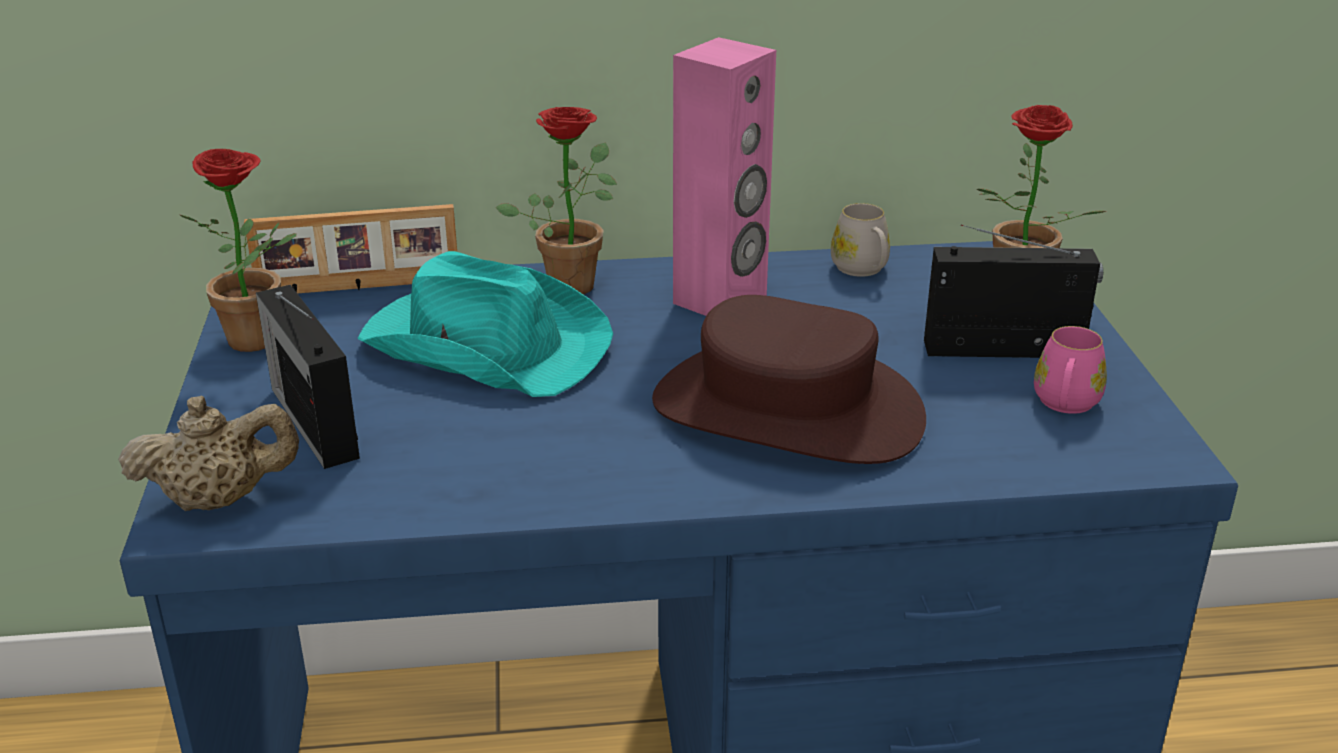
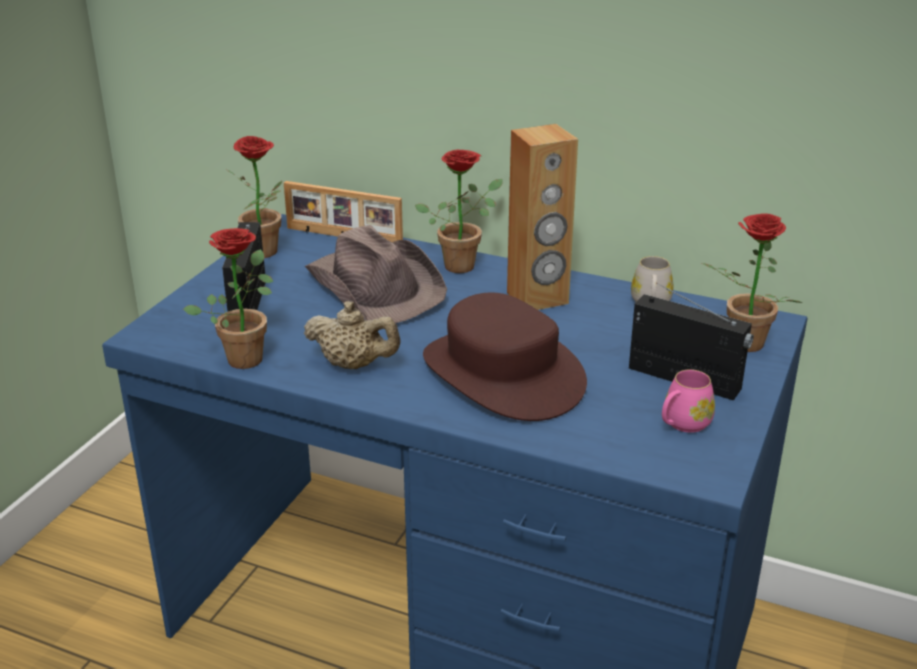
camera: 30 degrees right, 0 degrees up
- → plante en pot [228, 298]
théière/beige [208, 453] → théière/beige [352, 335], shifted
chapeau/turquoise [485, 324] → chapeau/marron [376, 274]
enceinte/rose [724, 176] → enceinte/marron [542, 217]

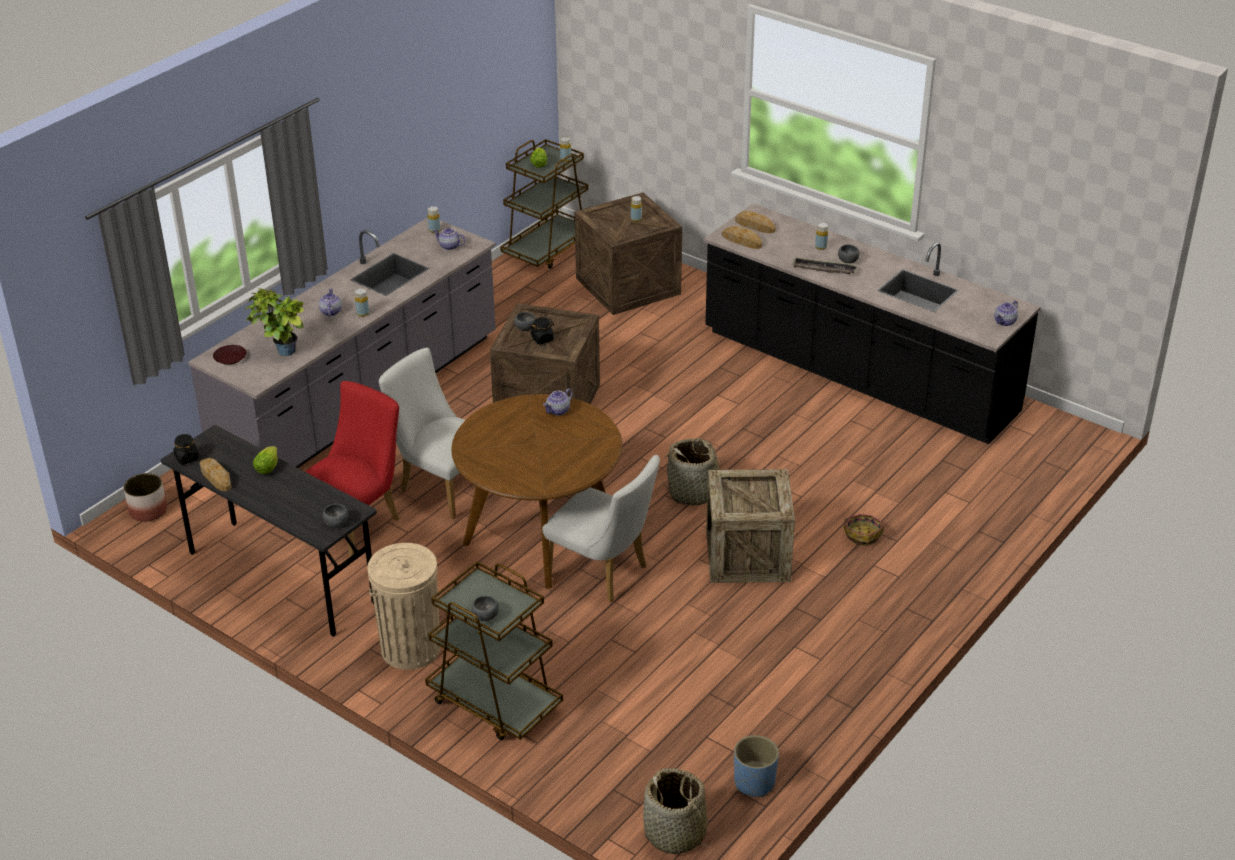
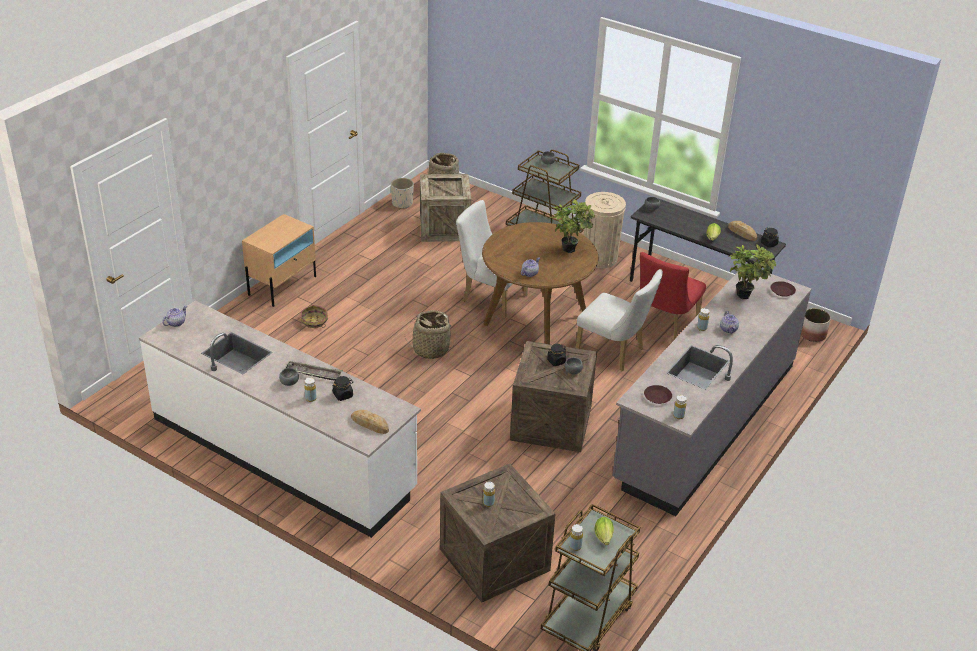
camera: 175 degrees right, 0 degrees up
pain [742, 237] → -
- → table de chevet/beige [279, 260]
- → bocal/noir [343, 388]
- → plante en pot [571, 226]
caisse [750, 526] → caisse [445, 208], shifted
théière [449, 239] → assiette/marron [658, 394]
comptoir de cuisine/noir [872, 324] → comptoir de cuisine/blanc [280, 419]
cache-pot/bleu [756, 766] → cache-pot/beige [402, 193]

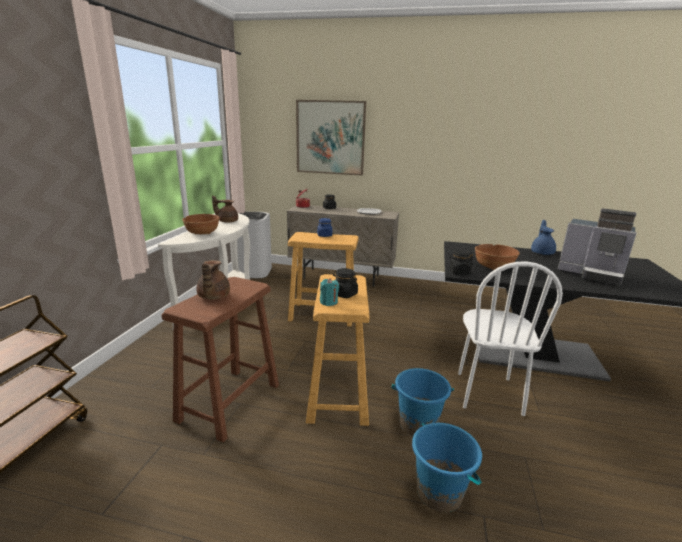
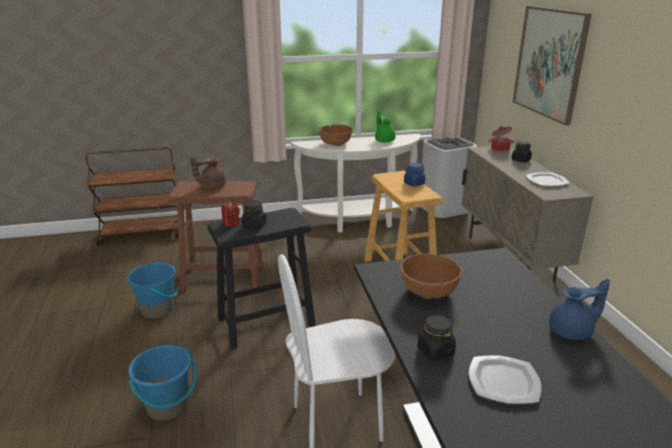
camera: 65 degrees right, 5 degrees up
seau/bleu [423, 402] → seau/bleu [152, 290], shifted
bocal/noir [461, 262] → bocal/noir [436, 338], shifted
machine à café [597, 247] → assiette [505, 379]
théière/marron [225, 209] → théière/vert [385, 126]
tabouret/beige [337, 350] → tabouret/noir [262, 278]
bougie/turquoise [329, 292] → bougie/rouge [230, 214]

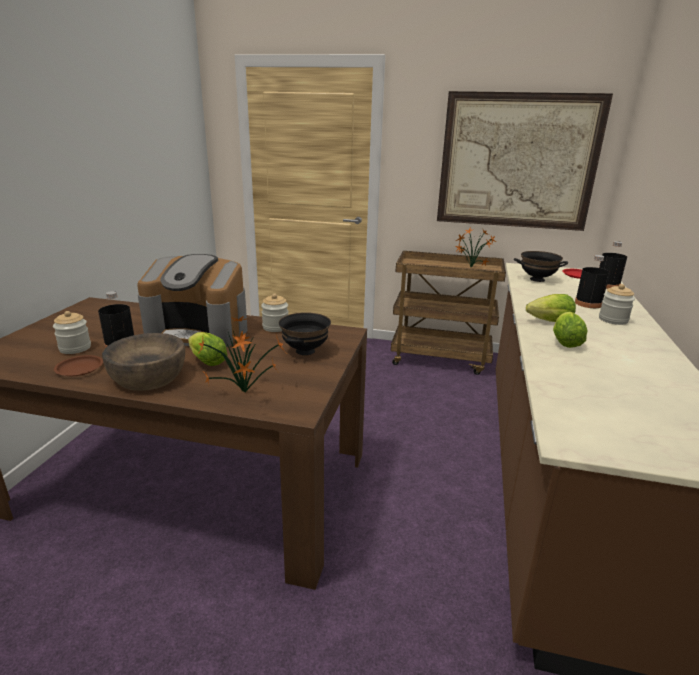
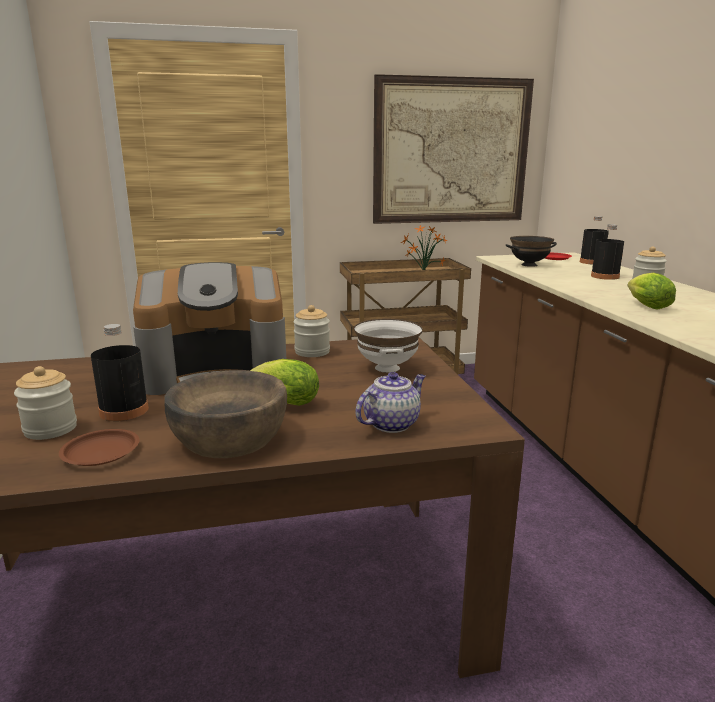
camera: 25 degrees left, 5 degrees down
laitue [551, 308] → -
plante en pot [242, 354] → théière [390, 402]
bol/noir [305, 333] → bol/blanc [388, 346]

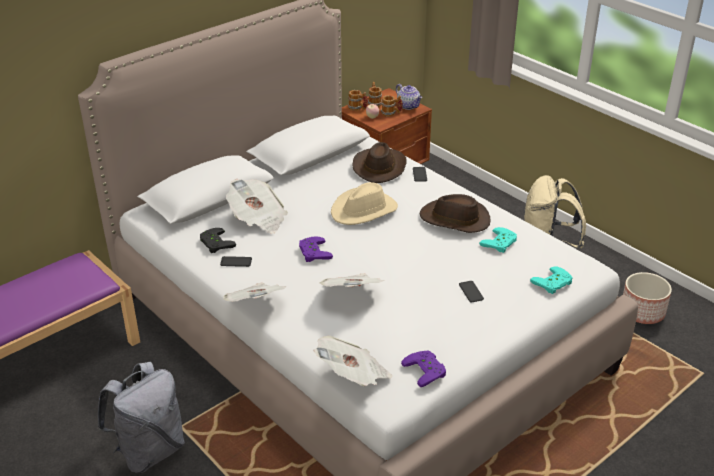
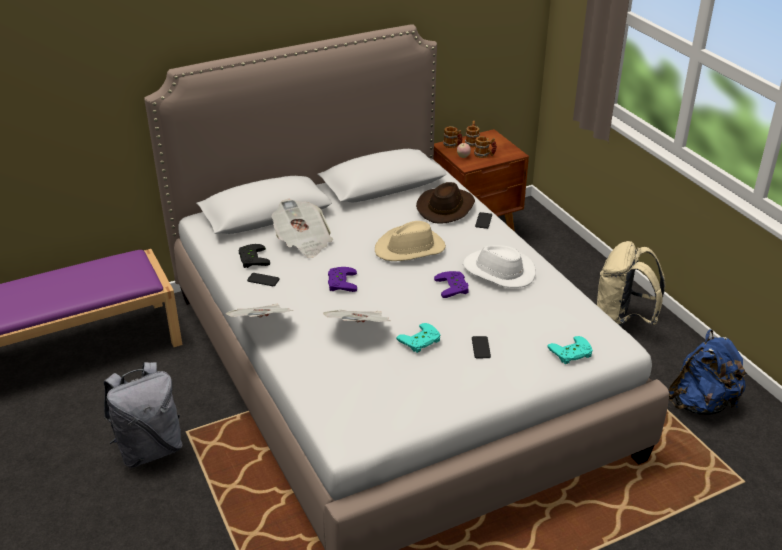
camera: 15 degrees right, 0 degrees up
journal [352, 361] → -
théière [409, 97] → -
manette/violet [423, 368] → manette/violet [451, 284], shifted
manette/turquoise [498, 240] → manette/turquoise [418, 338], shifted
cache-pot [647, 298] → sac à dos/bleu [708, 372]
chapeau/marron [455, 213] → chapeau/blanc [499, 266]

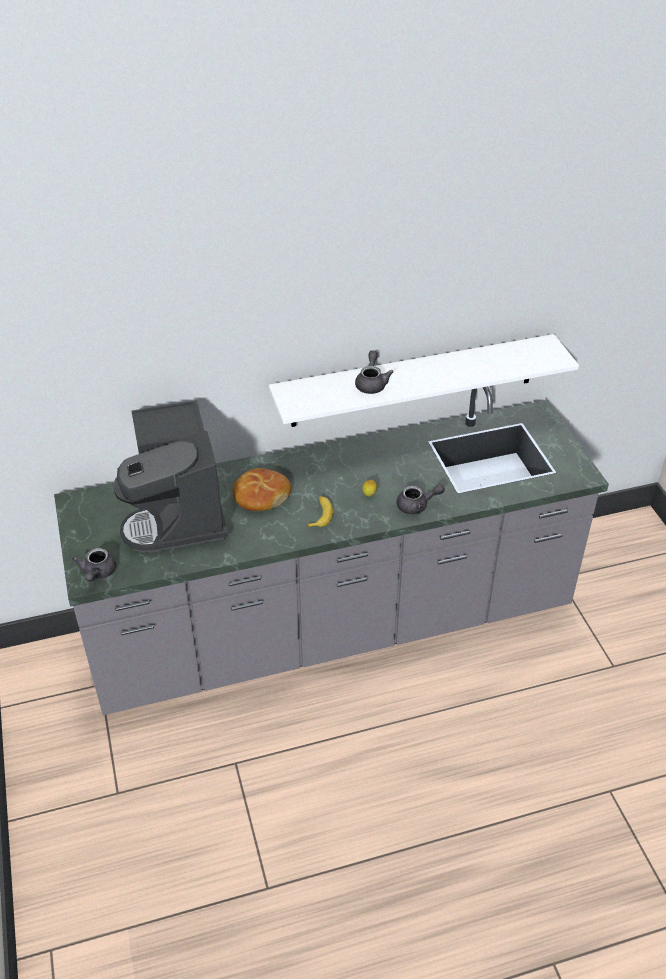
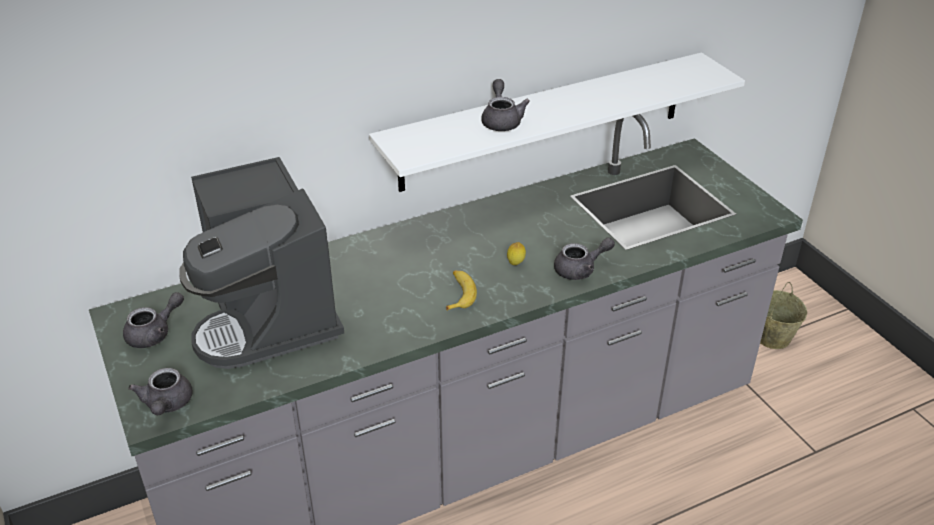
camera: 10 degrees left, 5 degrees down
pain [261, 489] → -
- → théière/gris [153, 320]
- → seau/beige [783, 315]

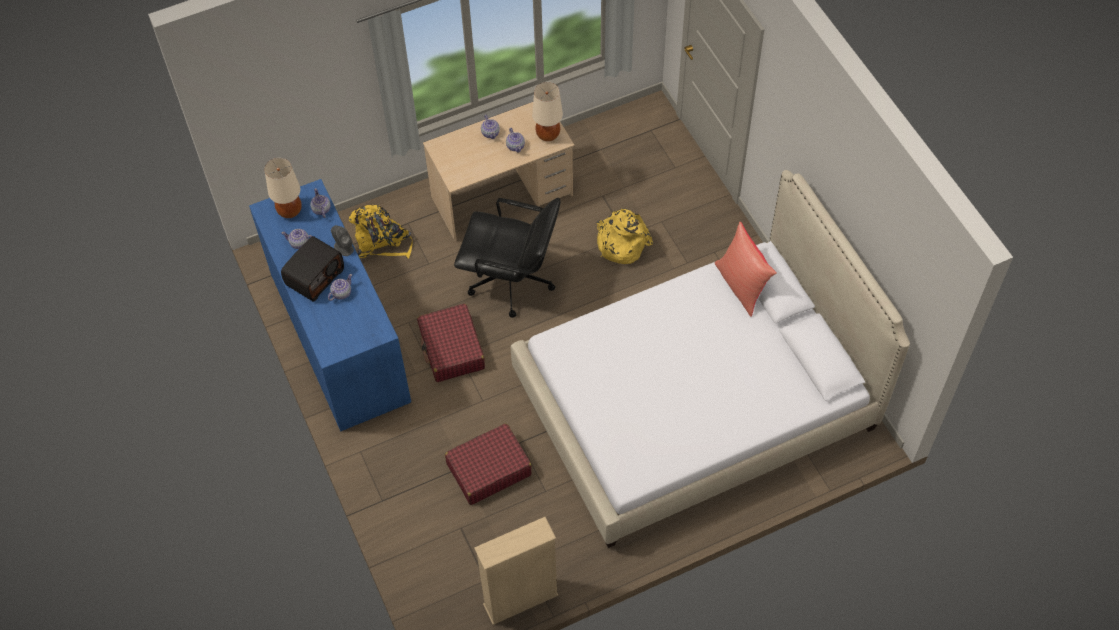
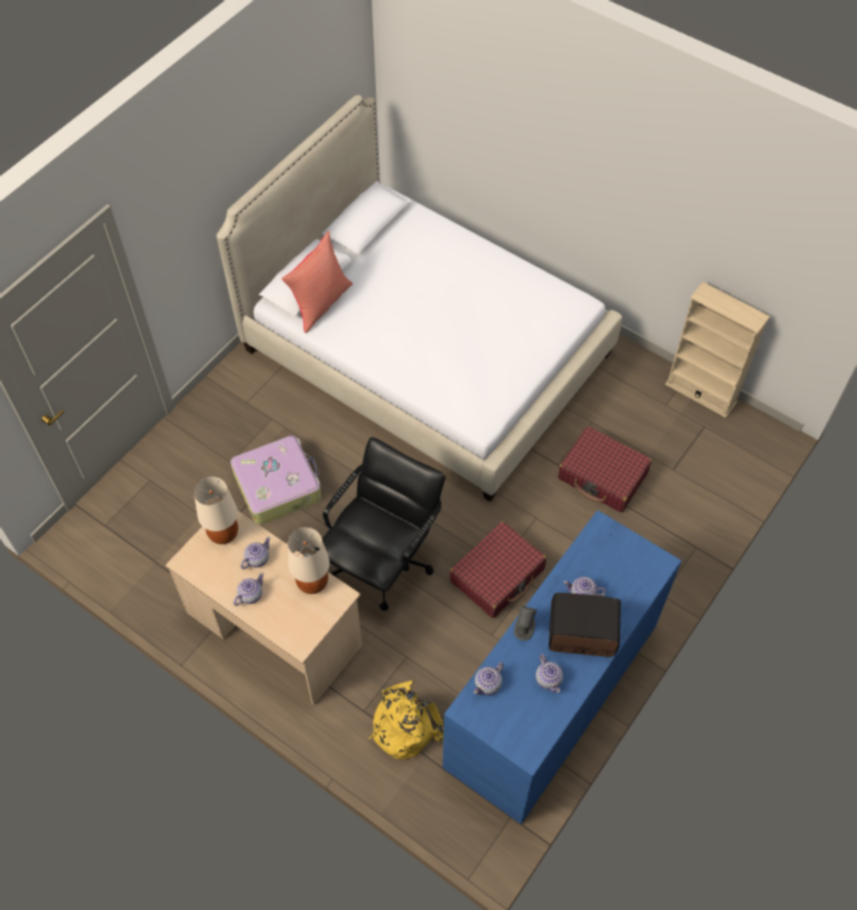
camera: 120 degrees left, 0 degrees up
lampe de table/beige [283, 188] → lampe de table/beige [309, 560], shifted
sac à dos/jaune [625, 236] → valise [275, 480]
chaise de bureau/noir [507, 258] → chaise de bureau/noir [380, 524], 45 degrees clockwise

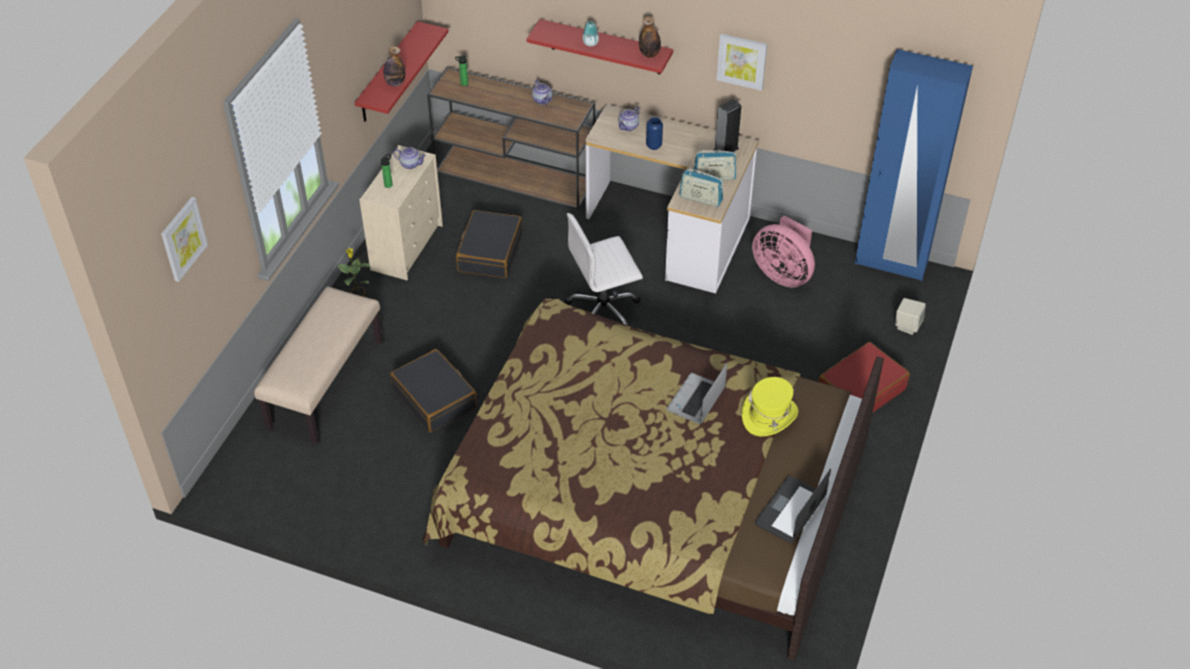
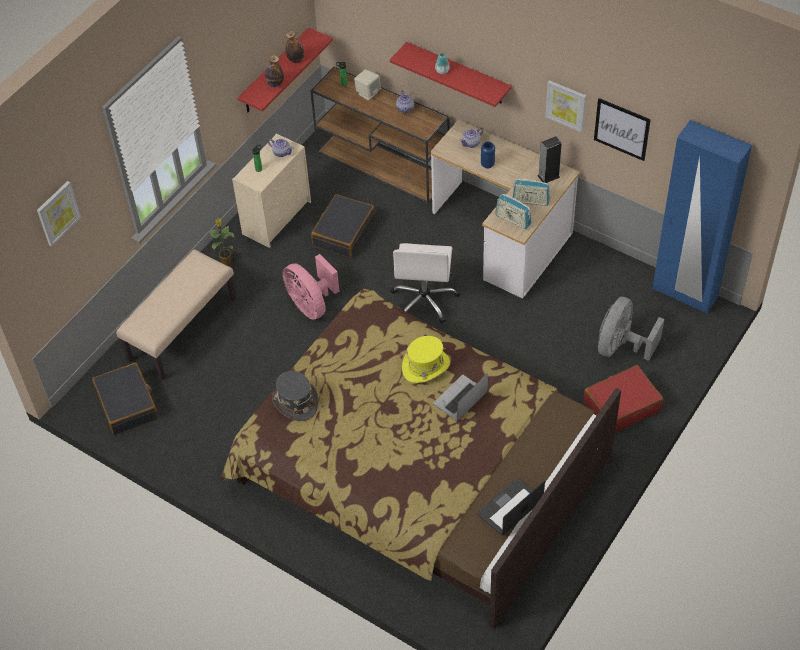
camera: 15 degrees right, 5 degrees up
- → chapeau/gris [295, 396]
- → tableau [622, 129]
- → ventilateur/gris [631, 329]
valise/noir [433, 390] → valise/noir [125, 398], shifted
bouteille [650, 36] → bouteille [295, 46], shifted
chapeau/jaune [770, 407] → chapeau/jaune [426, 359], shifted
ventilateur/rose [783, 251] → ventilateur/rose [311, 287], shifted
enceinte/beige [910, 316] → enceinte/beige [367, 84], shifted
chaise de bureau/blanc [603, 269] → chaise de bureau/blanc [425, 283], 75 degrees counterclockwise

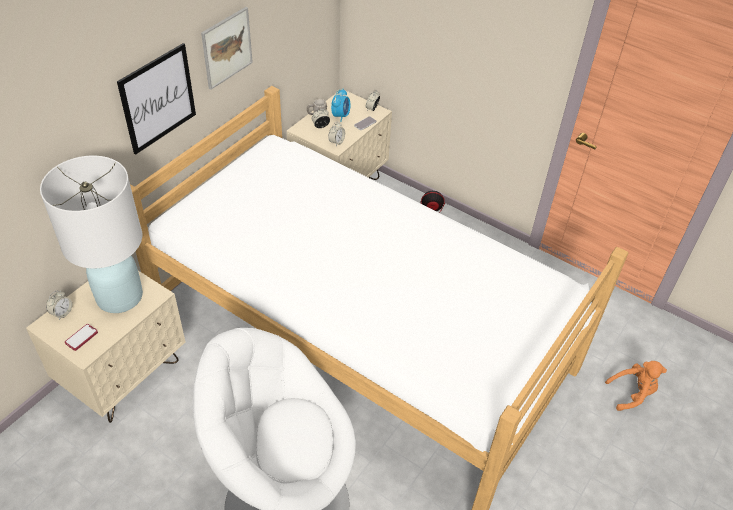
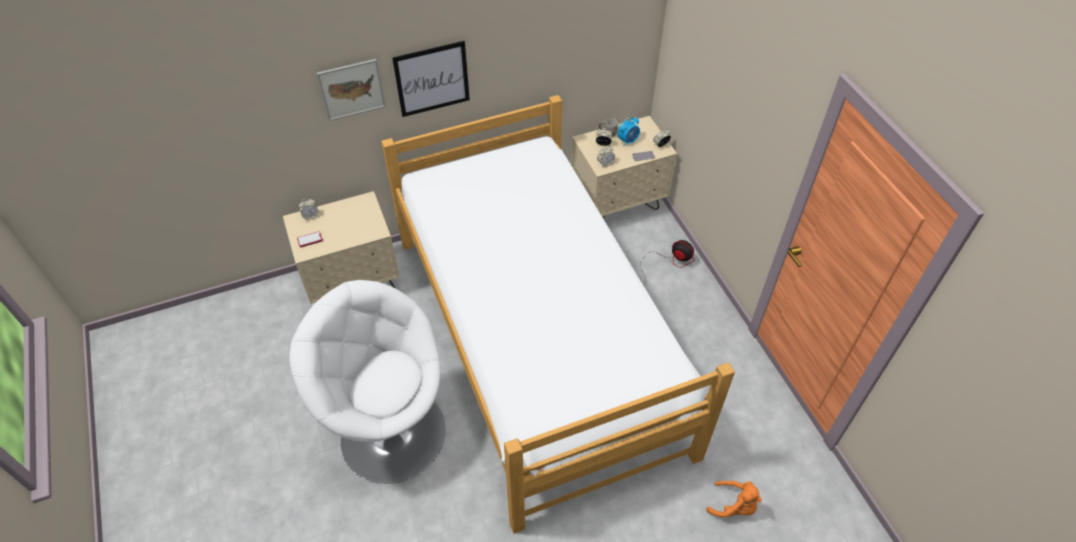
camera: 35 degrees right, 5 degrees up
lampe de table/blanc [91, 234] → -
tableau [227, 48] → tableau [351, 90], shifted

